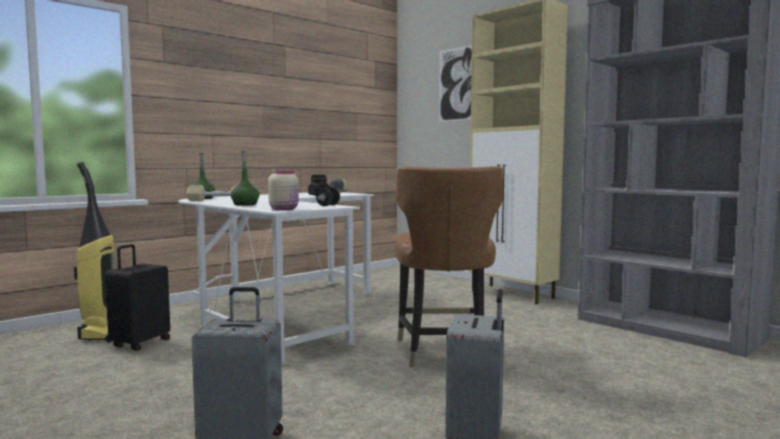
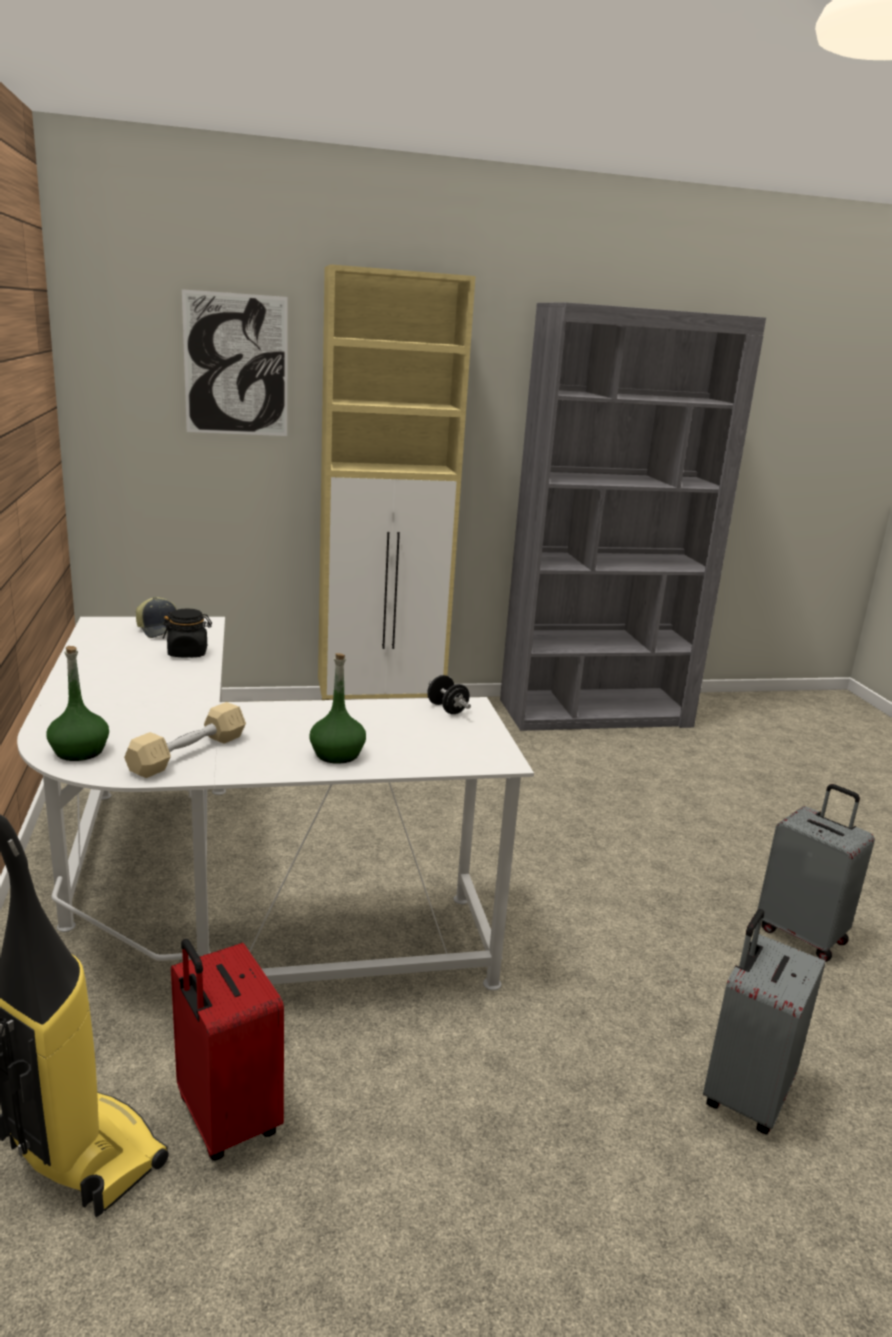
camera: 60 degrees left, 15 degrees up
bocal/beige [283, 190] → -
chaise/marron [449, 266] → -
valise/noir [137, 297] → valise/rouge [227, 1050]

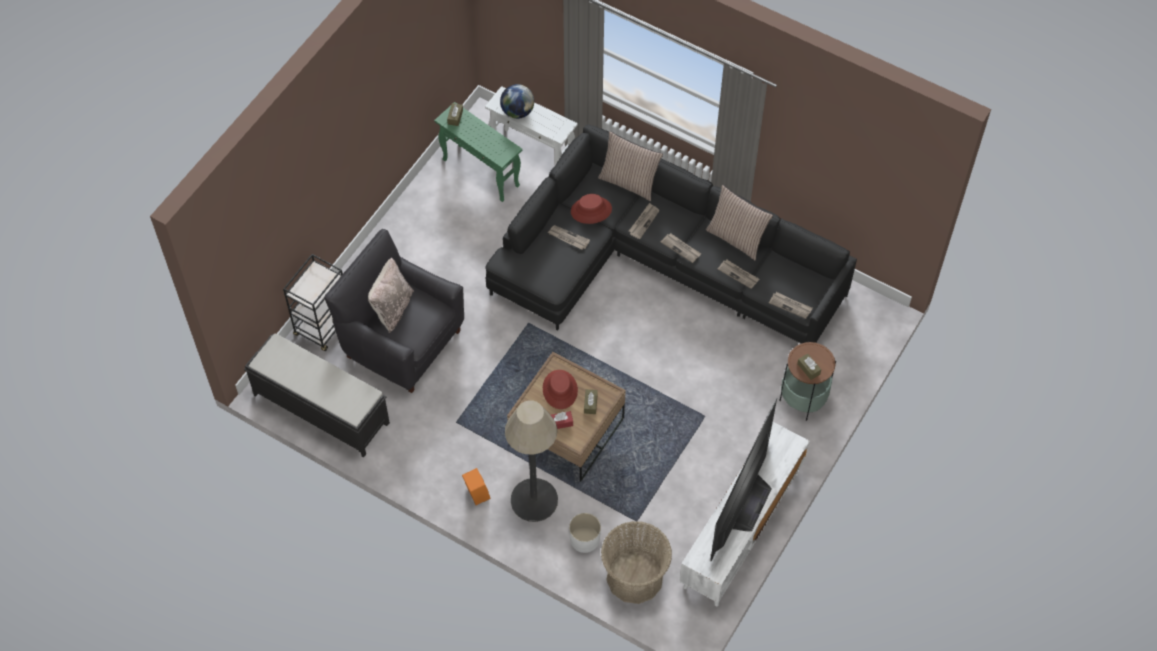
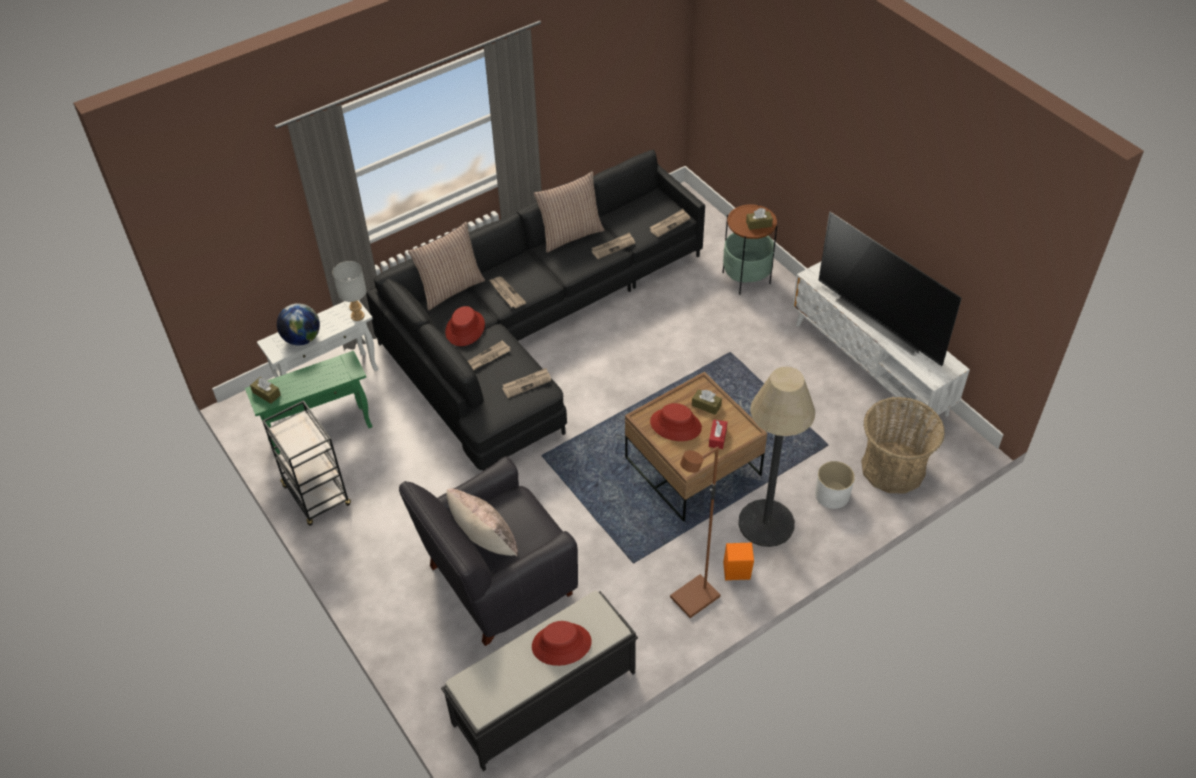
camera: 65 degrees left, 10 degrees down
- → lampe de table/gris [349, 291]
- → chapeau/rouge [562, 643]
- → lampadaire/marron [695, 532]
chariot/noir [313, 302] → chariot/noir [306, 463], shifted
journal [681, 248] → journal [526, 383], shifted

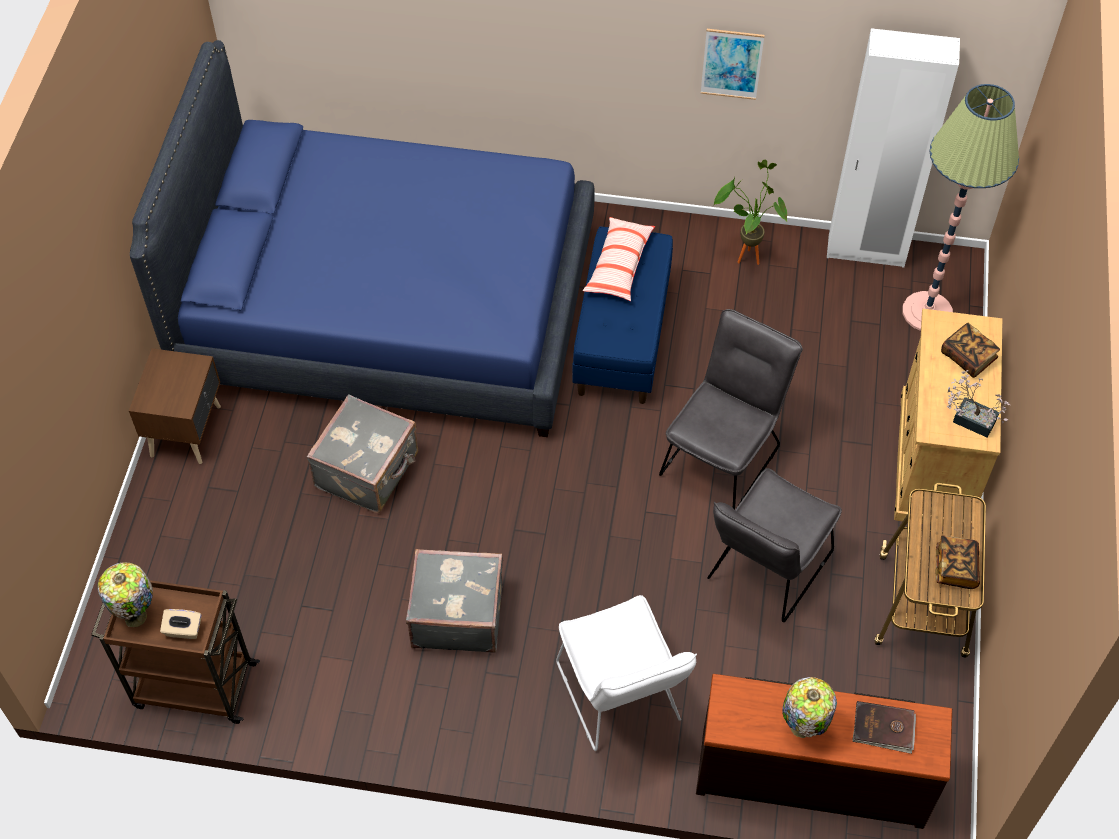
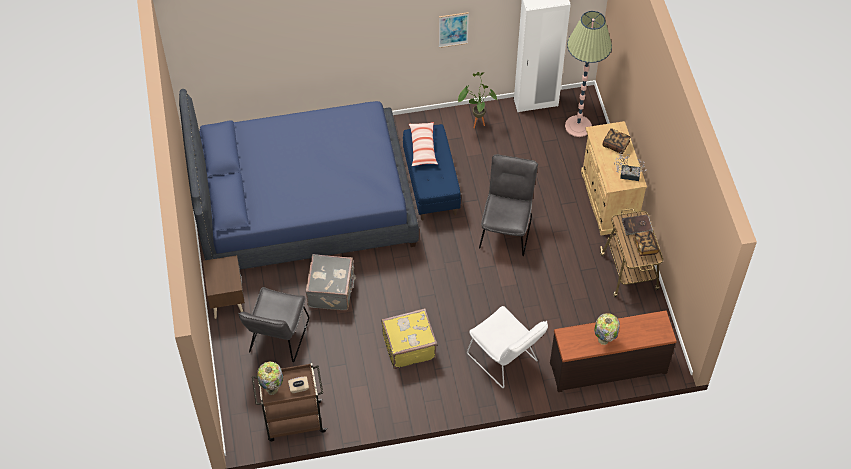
camera: 20 degrees left, 0 degrees up
chaise/gris [774, 545] → chaise/gris [273, 324], shifted
livre/marron [884, 727] → livre/marron [637, 224], shifted
valise/gris [454, 601] → valise/jaune [409, 338]

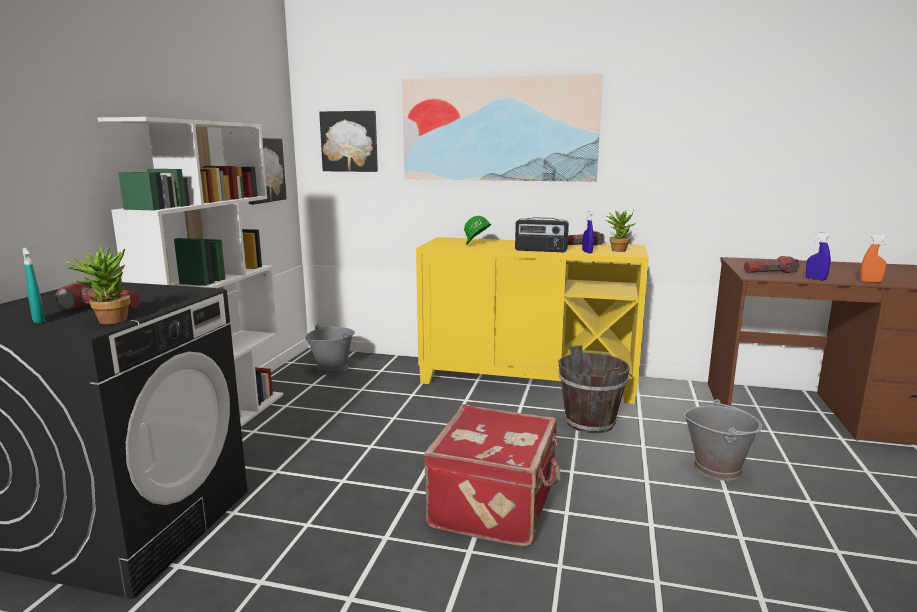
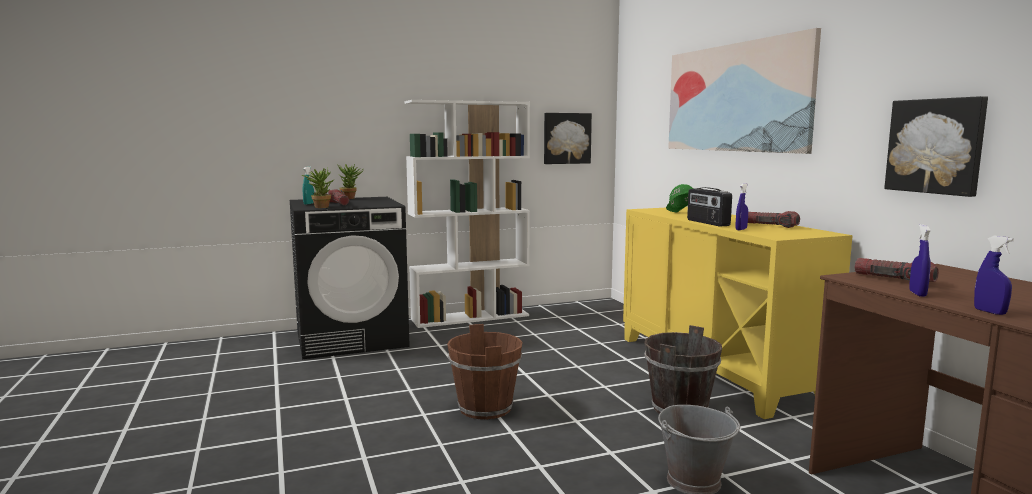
camera: 55 degrees right, 5 degrees down
seau/gris [330, 350] → -
tableau [348, 141] → tableau [936, 146], shifted
plante en pot [620, 230] → plante en pot [350, 181], shifted
valise/rouge [492, 475] → seau/marron [485, 371]
vaporisateur/orange [874, 258] → vaporisateur/bleu [994, 275]

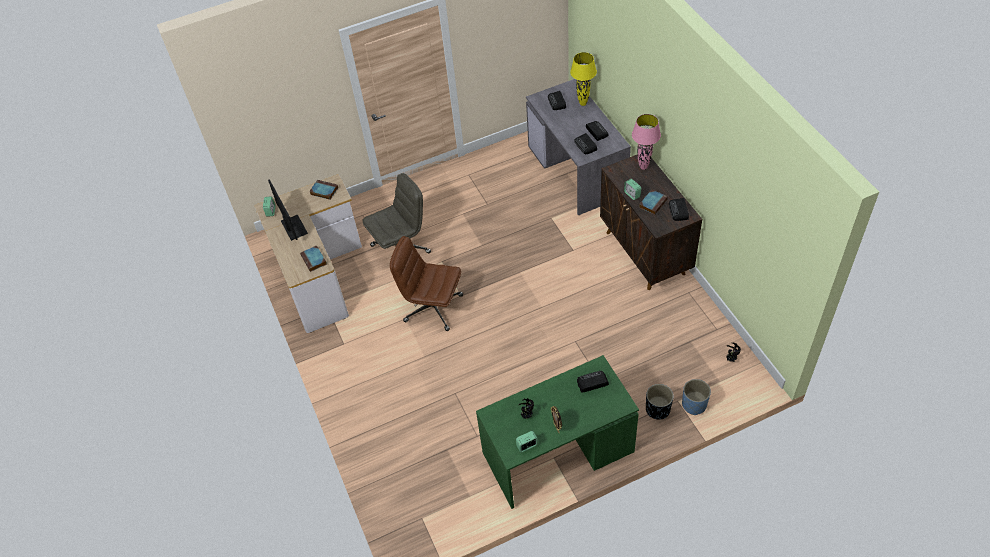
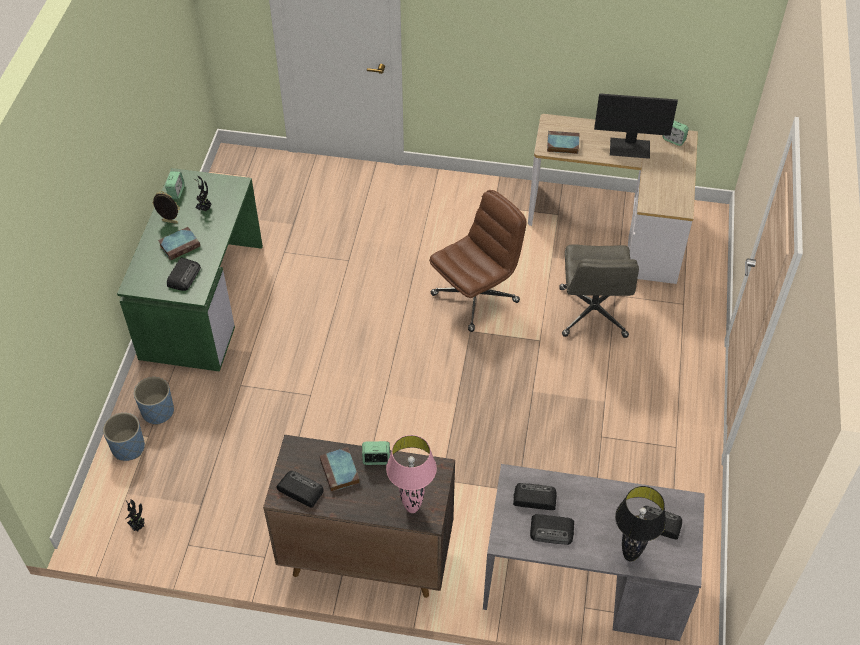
camera: 120 degrees right, 0 degrees up
livre [324, 190] → livre [179, 244], shifted
lampe de table/jaune [583, 79] → lampe de table/noir [640, 524]
cache-pot/noir [660, 402] → cache-pot/bleu [154, 401]

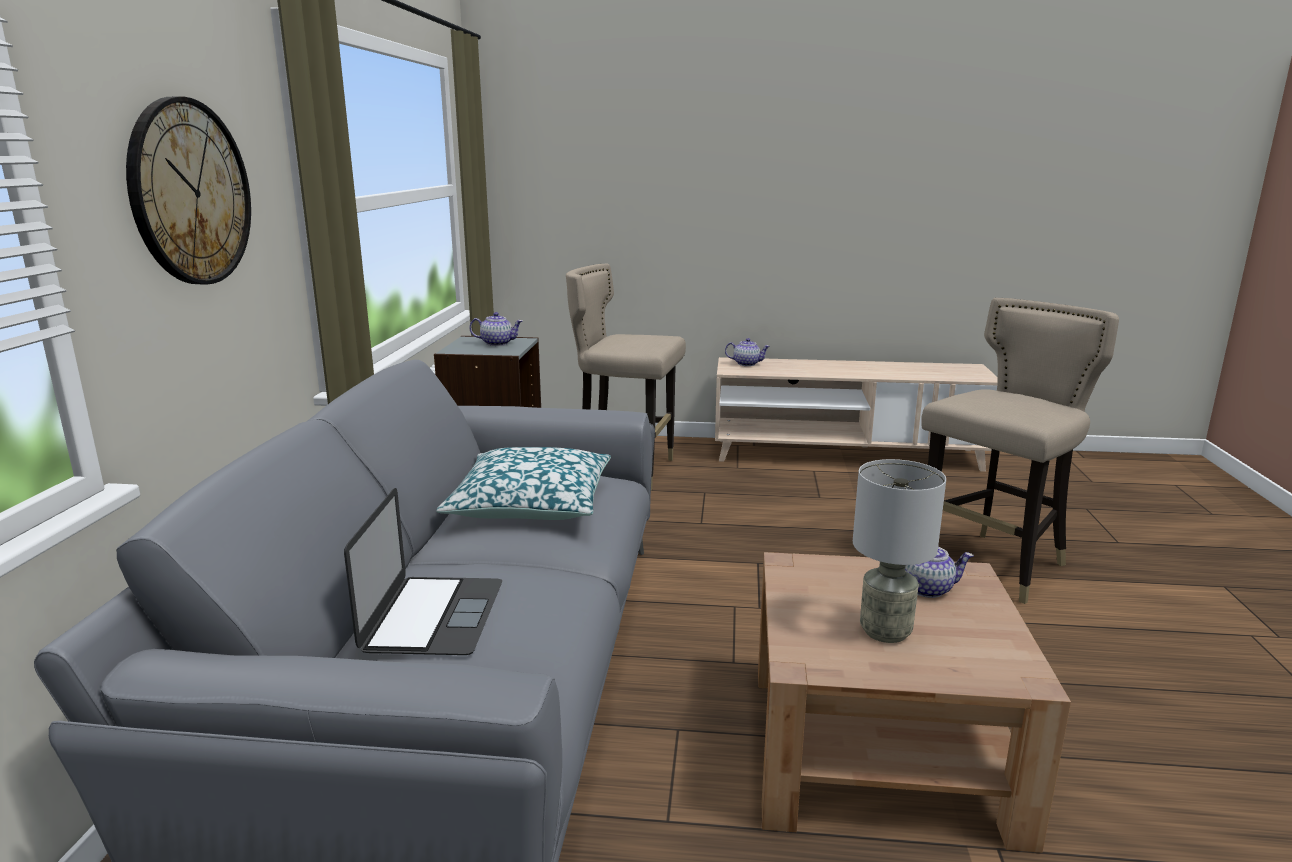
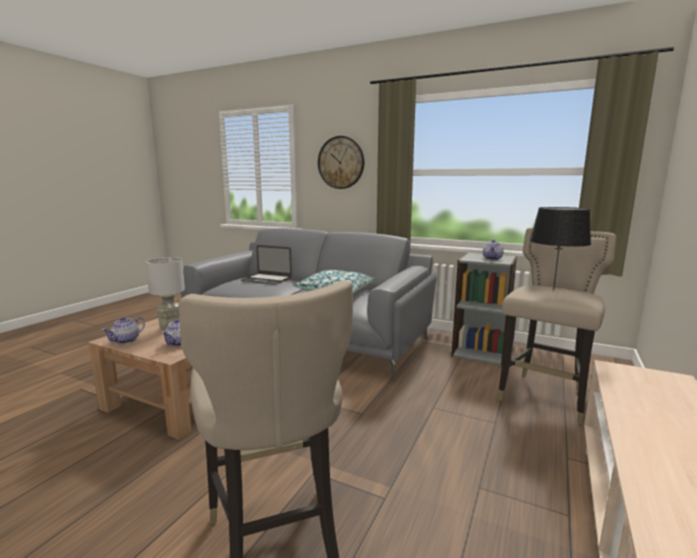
camera: 110 degrees right, 5 degrees down
- → lampe de table/noir [560, 248]
théière [747, 352] → théière [123, 330], shifted

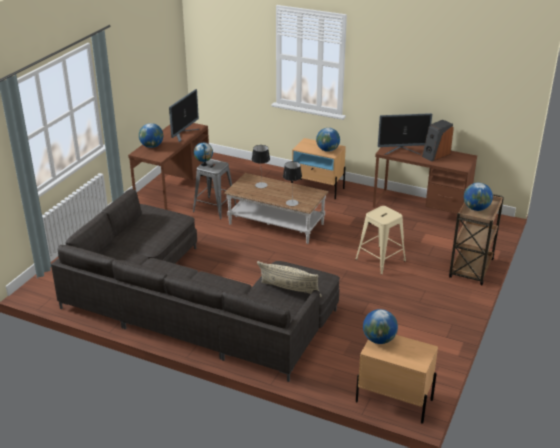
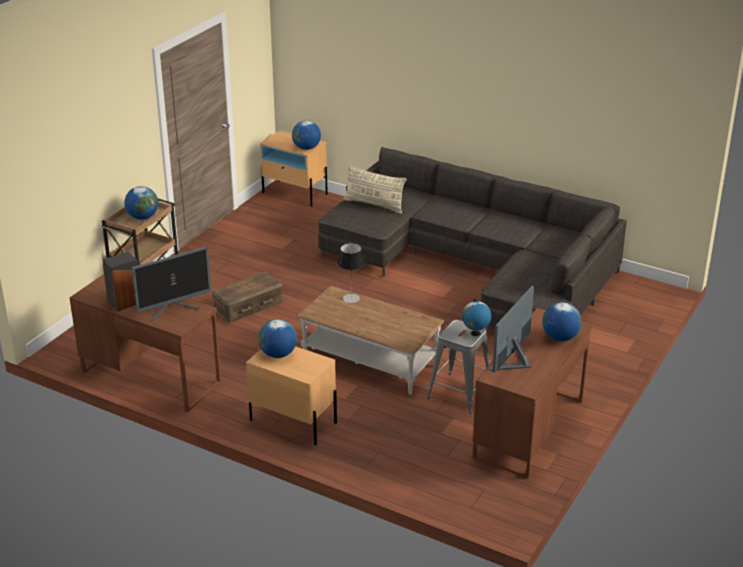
camera: 175 degrees left, 0 degrees up
lampe de table [261, 166] → -
tabouret/beige [381, 240] → boîte de rangement/marron [247, 297]
écran d'ordinateur [405, 134] → écran d'ordinateur [171, 284], 150 degrees clockwise

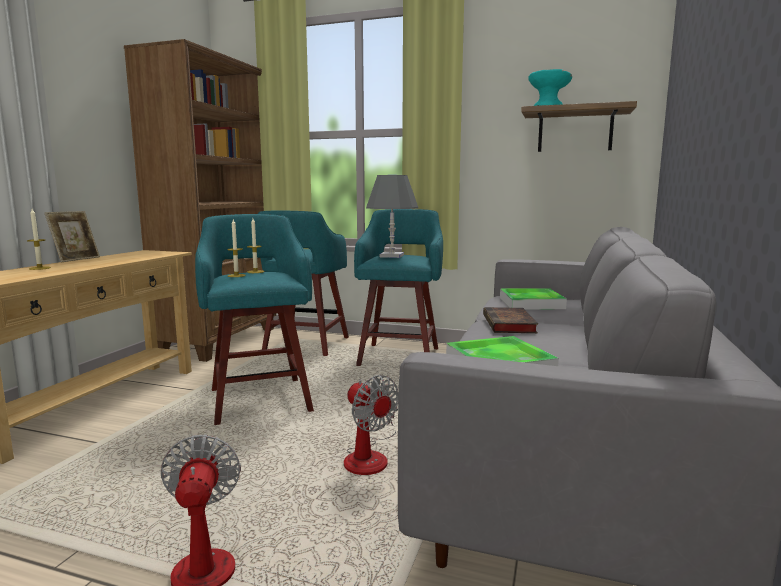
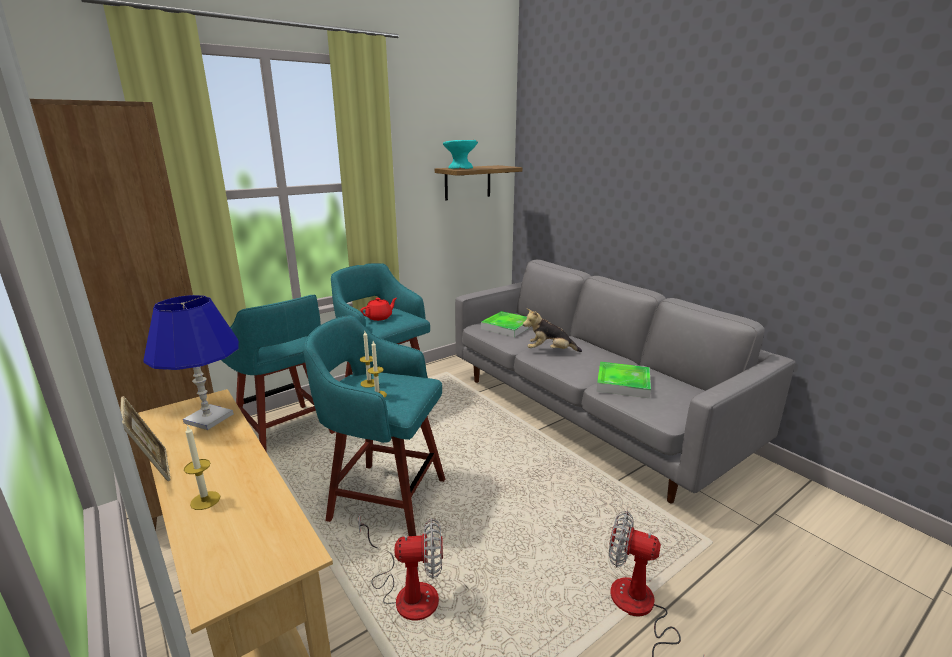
camera: 55 degrees left, 10 degrees up
- → lampe de table/bleu [191, 362]
ventilateur [371, 425] → ventilateur [400, 567], shifted
lampe de table/gris [392, 216] → théière/rouge [378, 309]
livre [510, 320] → peluche [552, 330]

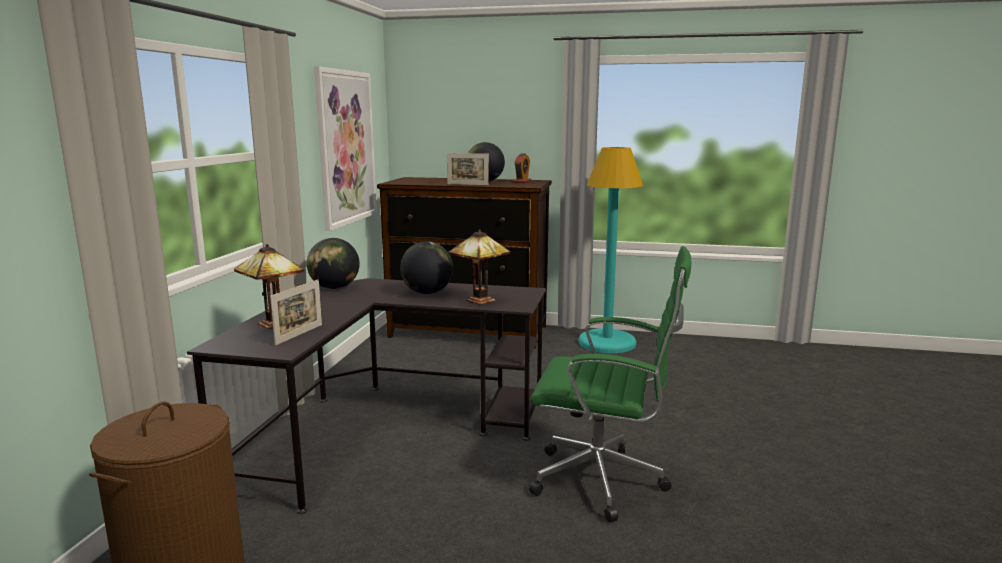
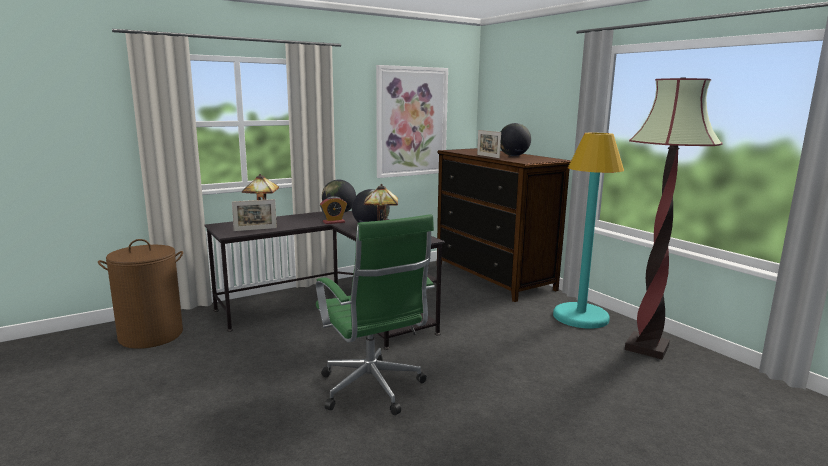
camera: 45 degrees right, 0 degrees up
- → lampadaire [674, 218]
réveil [522, 168] → réveil [333, 210], shifted

